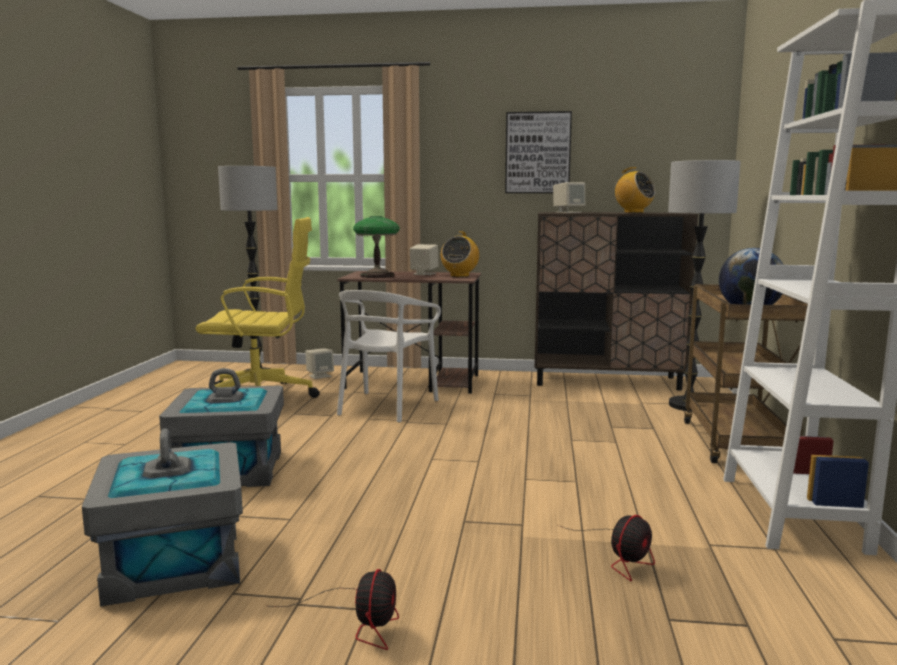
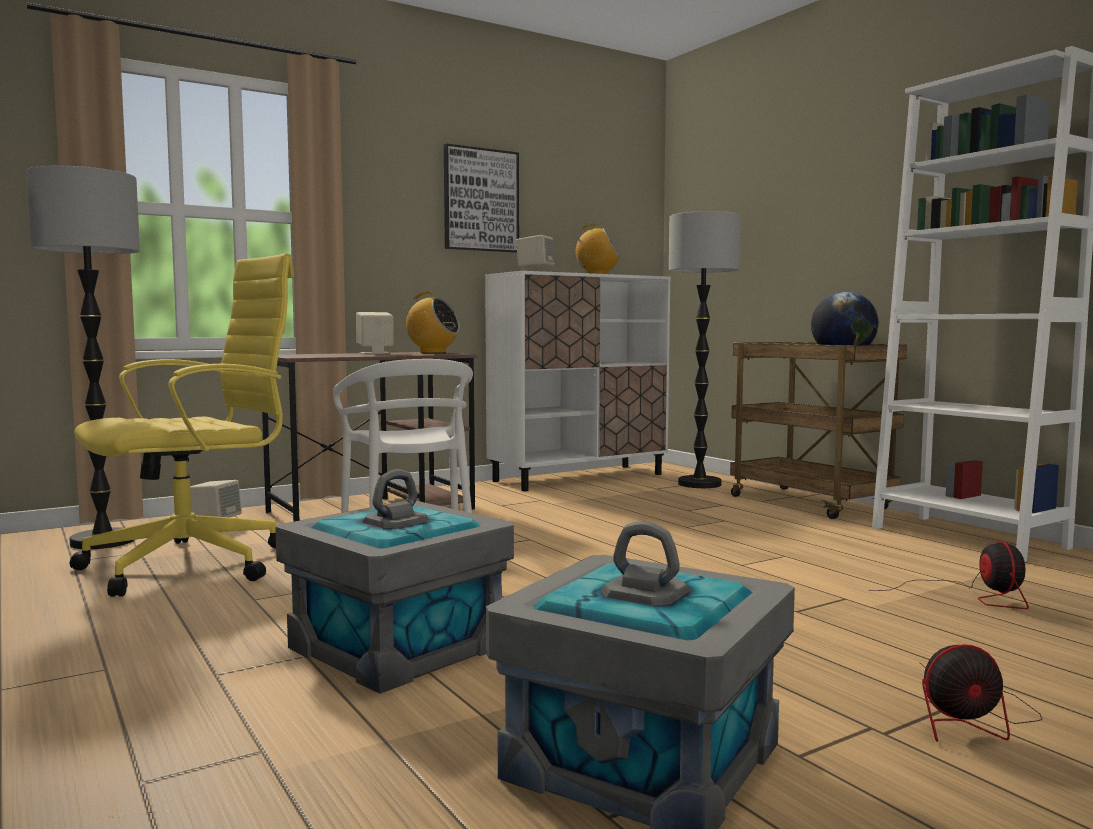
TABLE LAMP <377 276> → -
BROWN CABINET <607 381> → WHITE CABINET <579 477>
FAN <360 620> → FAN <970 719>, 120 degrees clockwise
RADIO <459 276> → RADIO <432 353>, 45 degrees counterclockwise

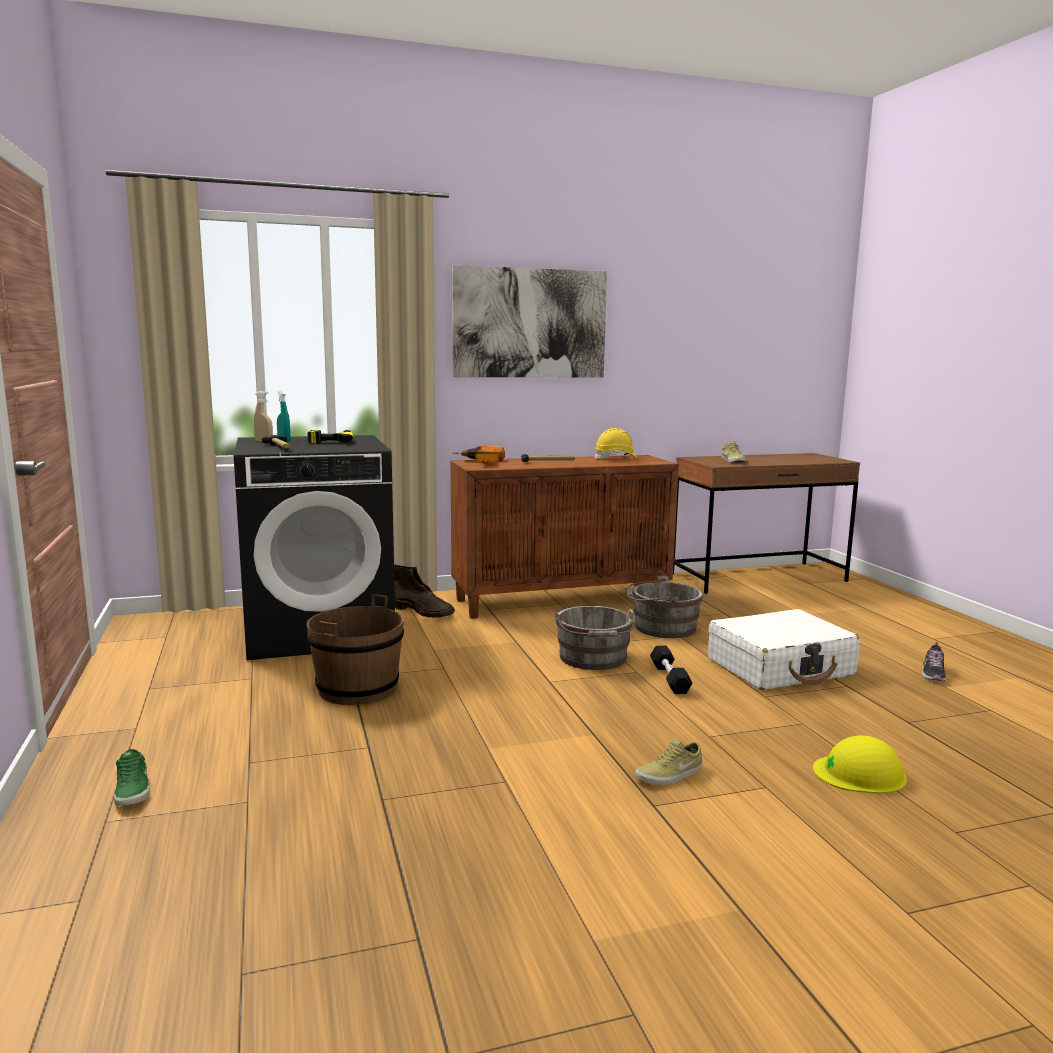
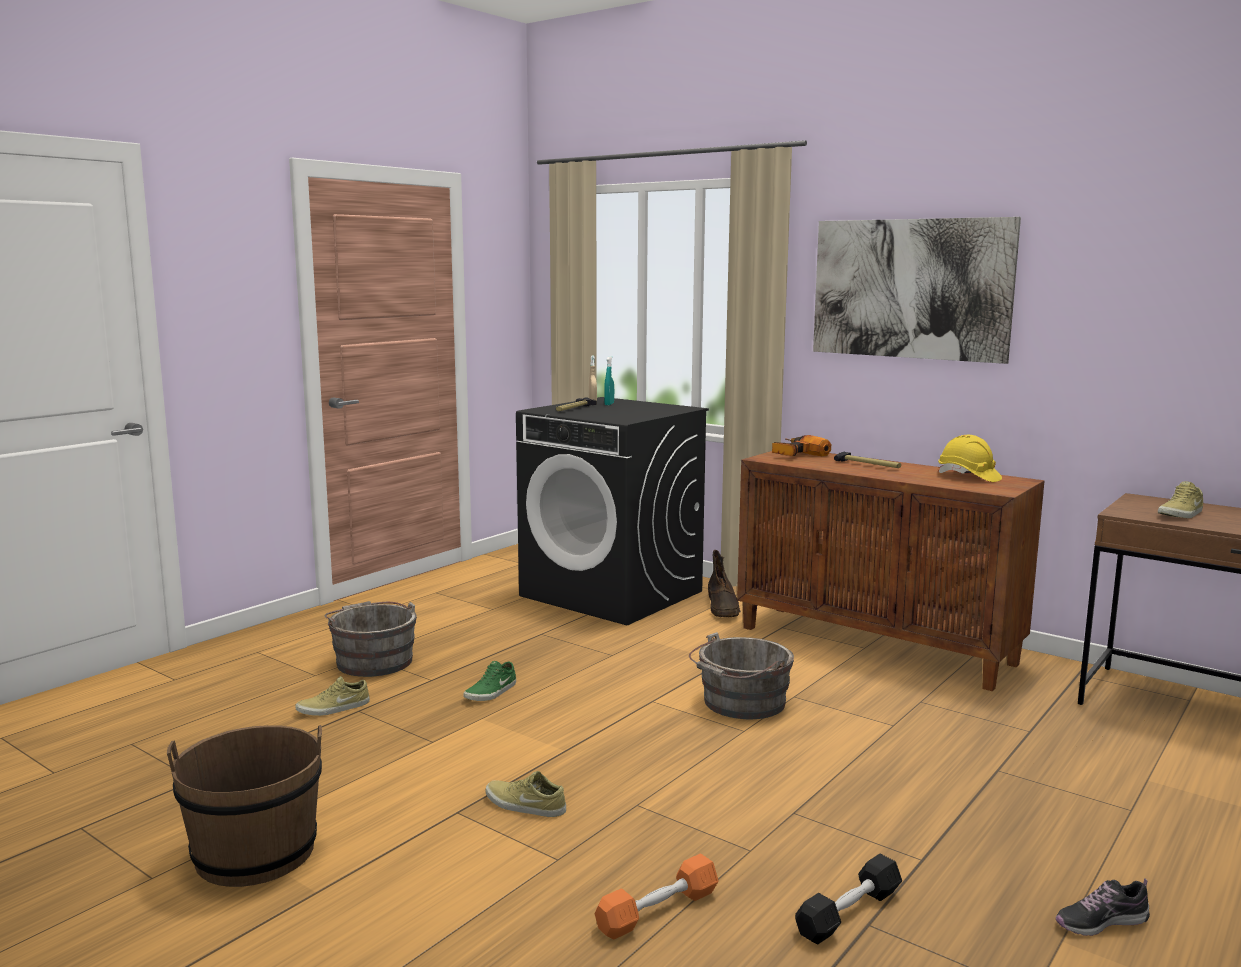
POWER DRILL <332 440> → -
WHITE SUITCASE <780 667> → -
- → BEIGE SHOE <333 708>
GREEN SHOE <133 790> → GREEN SHOE <491 692>, shifted
BROWN BUCKET <357 689> → BROWN BUCKET <255 853>, shifted
GREY BUCKET <661 628> → GREY BUCKET <373 660>, shifted
BLACK DUMBBELL <669 679> → BLACK DUMBBELL <848 913>, shifted
YELLOW HARD HAT <860 774> → ORANGE DUMBBELL <658 910>

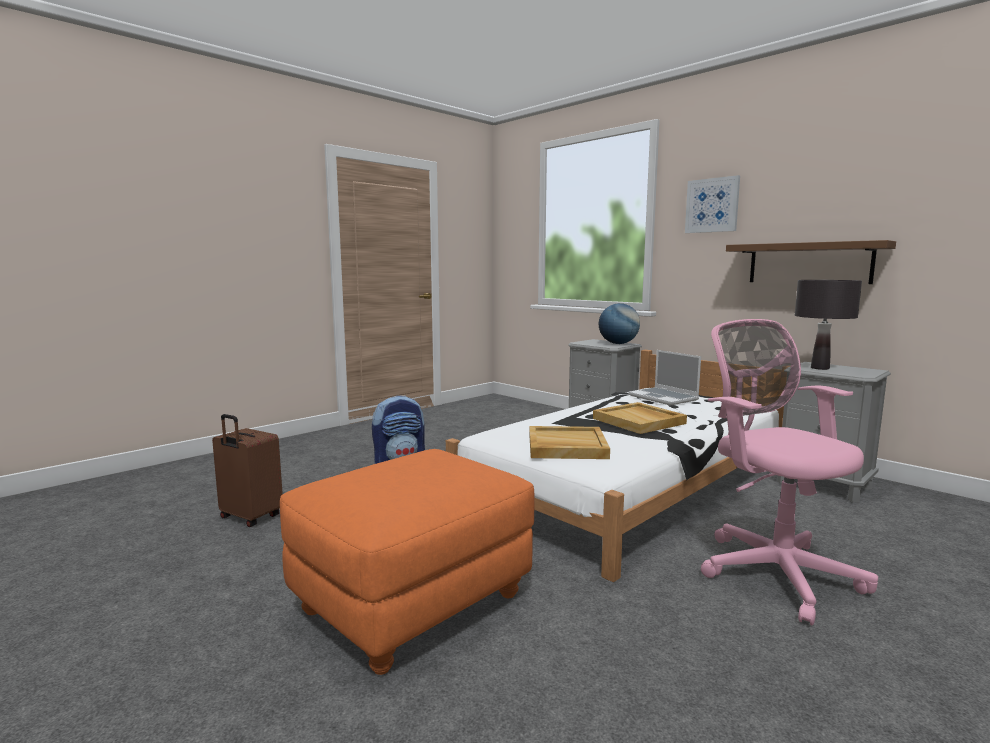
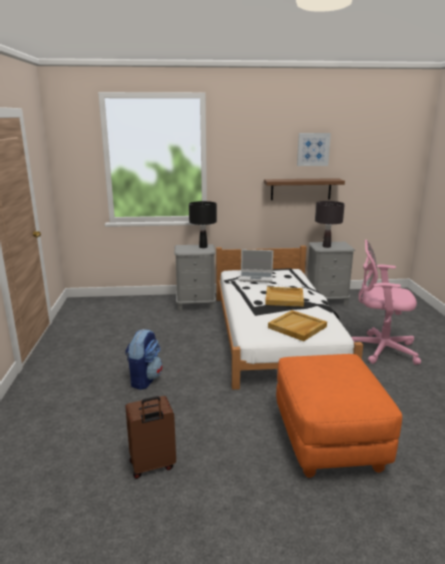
PICTURE <712 205> → PICTURE <313 149>, shifted
GLOBE <618 343> → BLACK TABLE LAMP <203 247>

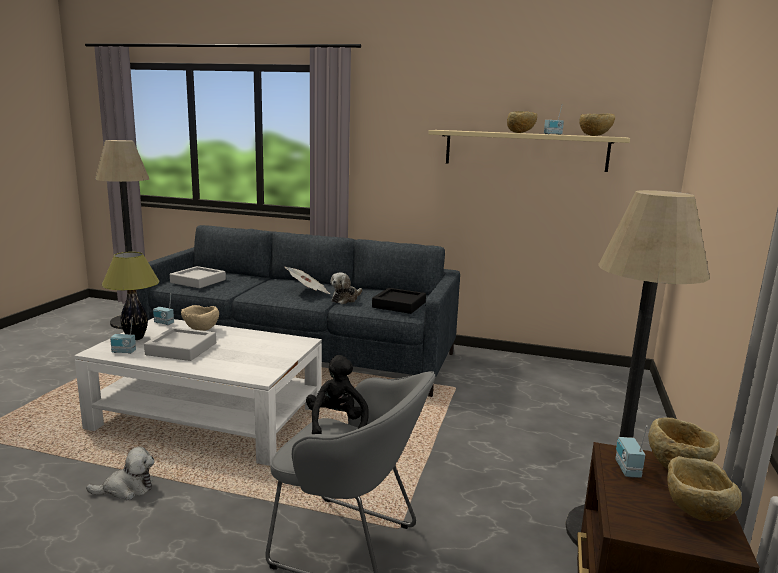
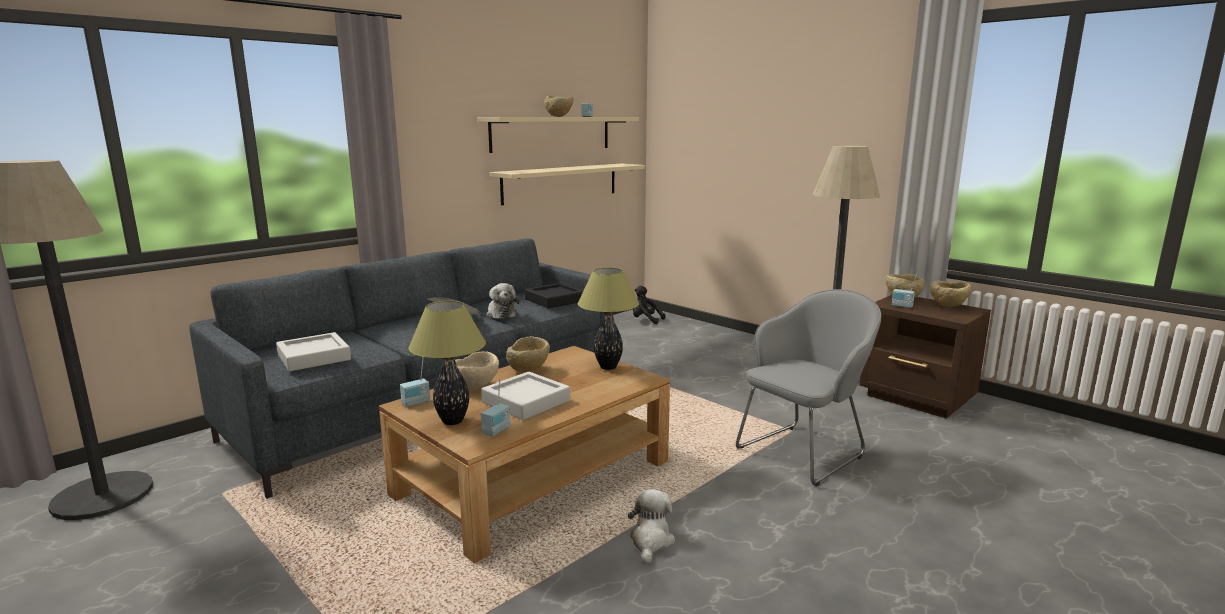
- → BEIGE SHELF <561 183>
- → TABLE LAMP <608 367>
BLACK PLUSH TOY <337 425> → BLACK PLUSH TOY <645 320>, shifted
BEIGE BOWL <595 136> → BEIGE BOWL <528 370>, shifted
WHITE COFFEE TABLE <209 418> → BROWN COFFEE TABLE <535 478>

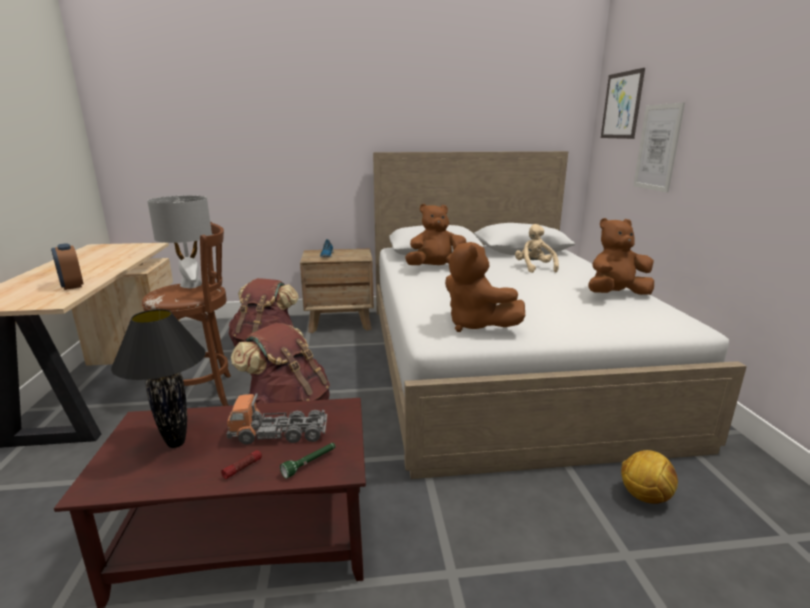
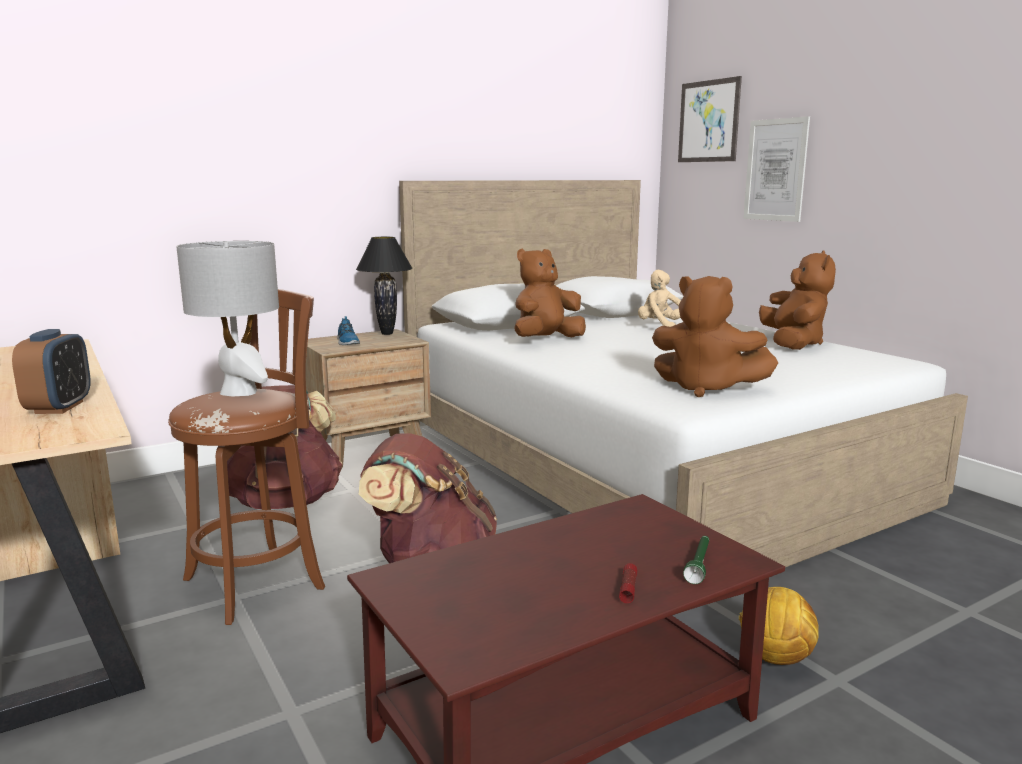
TOY TRUCK <279 433> → -
BLACK TABLE LAMP <176 443> → BLACK TABLE LAMP <386 333>, shifted
FOOTBALL <644 496> → FOOTBALL <775 658>, shifted
ALARM CLOCK <72 285> → ALARM CLOCK <59 407>, 120 degrees counterclockwise
BROWN PLUSH TOY <615 295> → BROWN PLUSH TOY <793 344>, 135 degrees clockwise

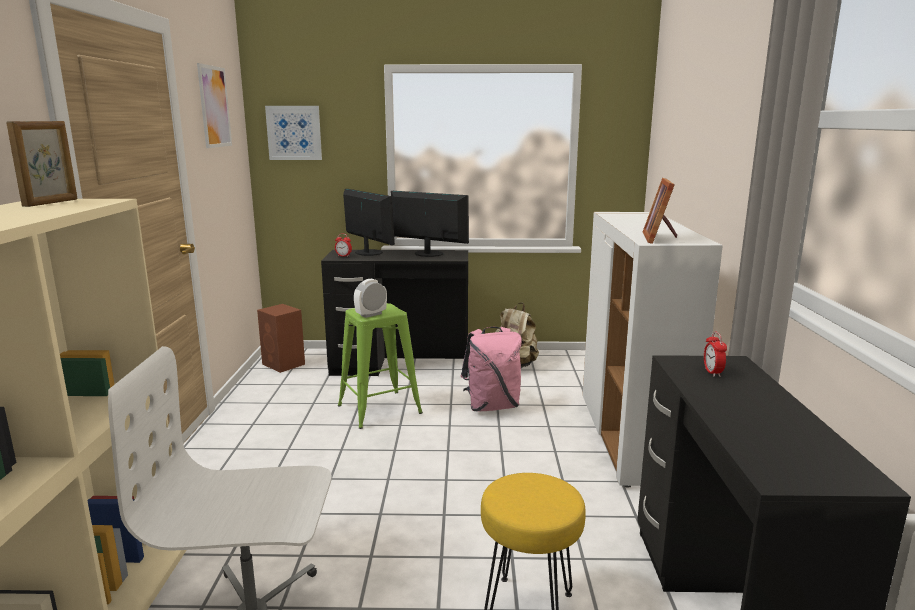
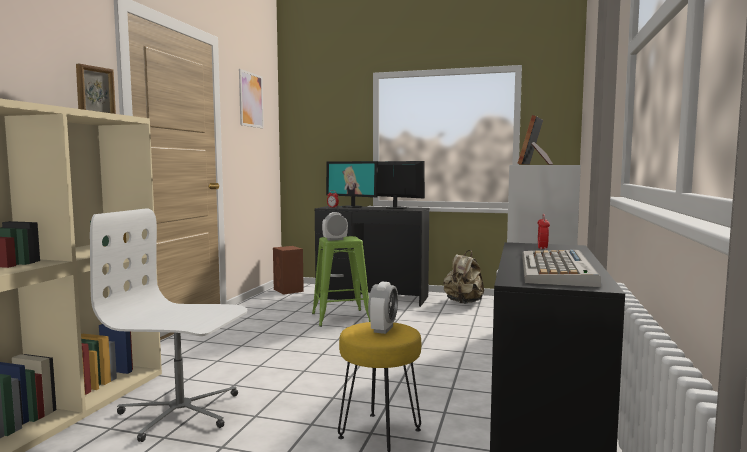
PICTURE <294 133> → -
PINK BACKPACK <492 406> → -
- → ALARM CLOCK <383 329>
- → KEYBOARD <557 270>
MONITOR <368 252> → MONITOR <352 206>, 150 degrees clockwise

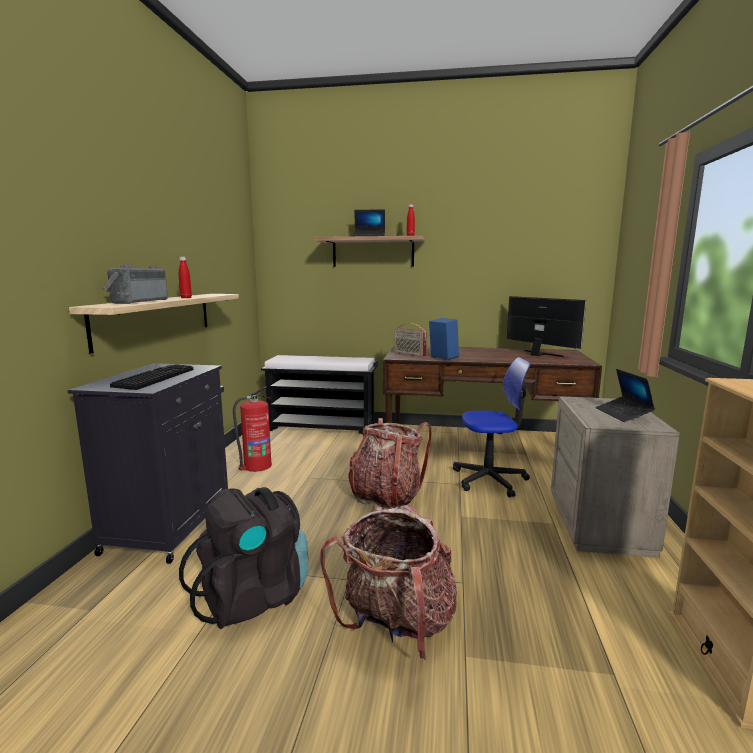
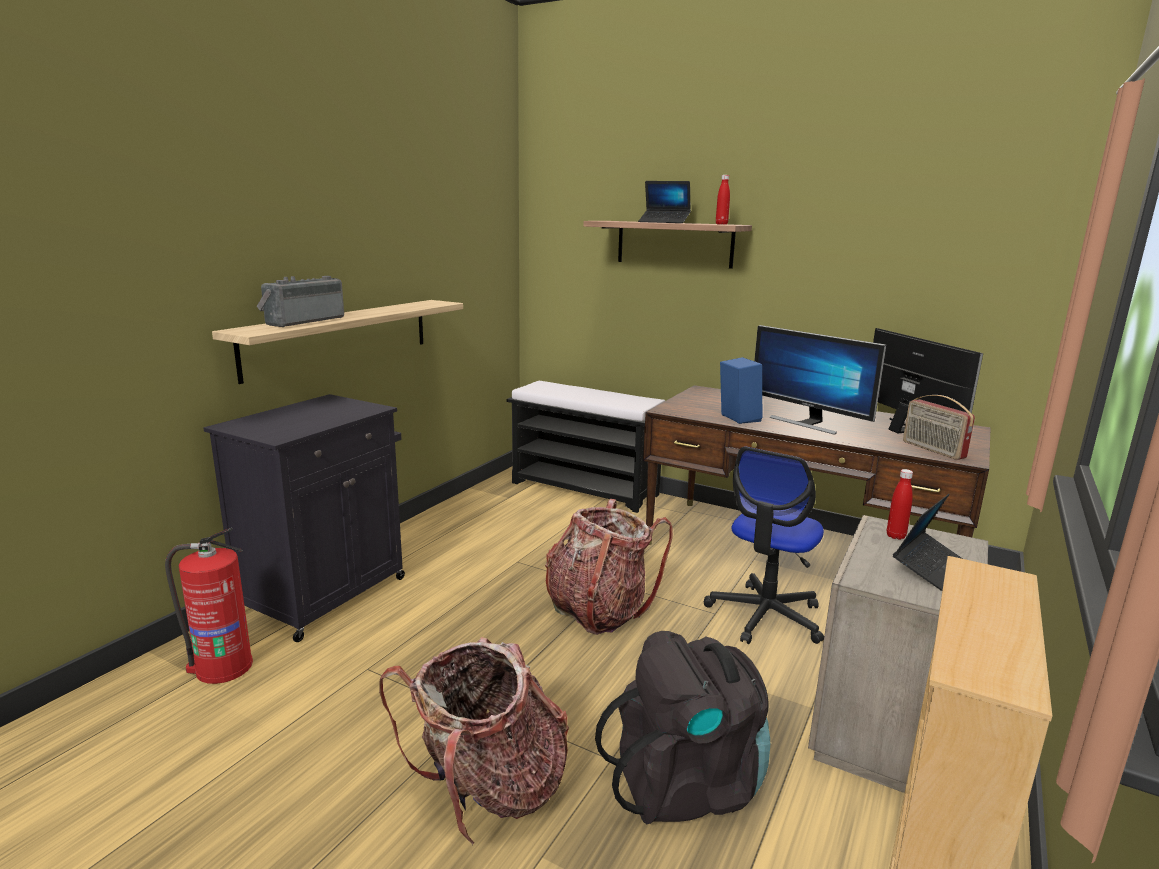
KEYBOARD <154 378> → -
- → MONITOR <808 423>
RED BOTTLE <186 298> → RED BOTTLE <895 536>, shifted
BLACK BACKPACK <254 596> → BLACK BACKPACK <686 784>, shifted
FIRE EXTINGUISHER <256 466> → FIRE EXTINGUISHER <222 667>, shifted
RADIO <409 354> → RADIO <932 450>, shifted
OFFICE CHAIR <489 479> → OFFICE CHAIR <765 616>, 105 degrees clockwise
LAPTOP <623 414> → LAPTOP <929 568>, 150 degrees counterclockwise

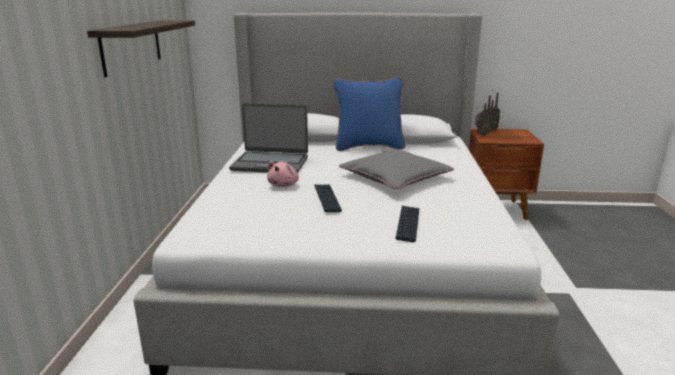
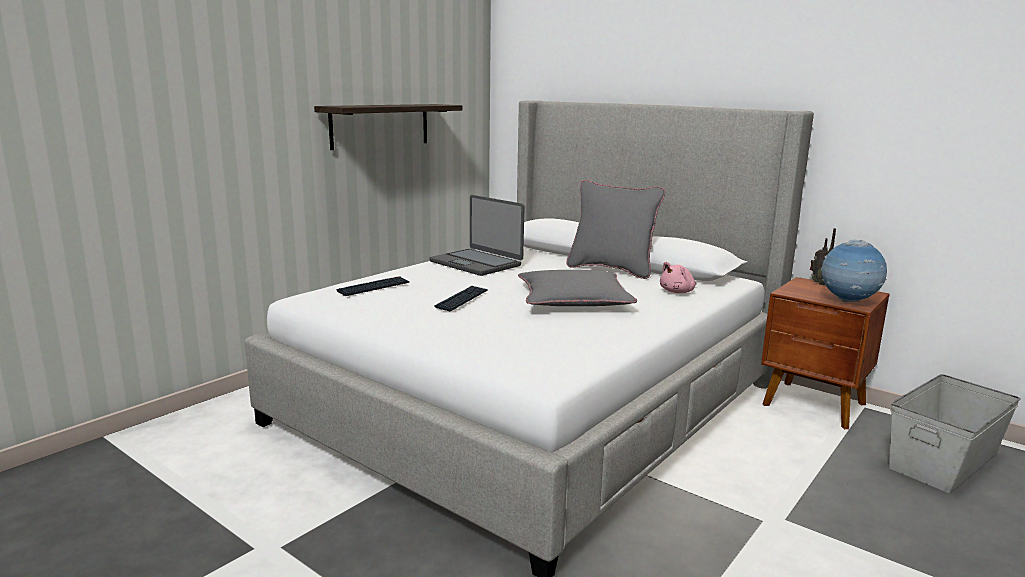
RADIO <481 134> → -
- → GLOBE <848 302>
- → GREY STORAGE BOX <944 461>
PINK PLUSH TOY <284 185> → PINK PLUSH TOY <678 292>, shifted
KEYBOARD <408 224> → KEYBOARD <374 287>, shifted
BLUE PILLOW <368 147> → GREY PILLOW <611 269>

